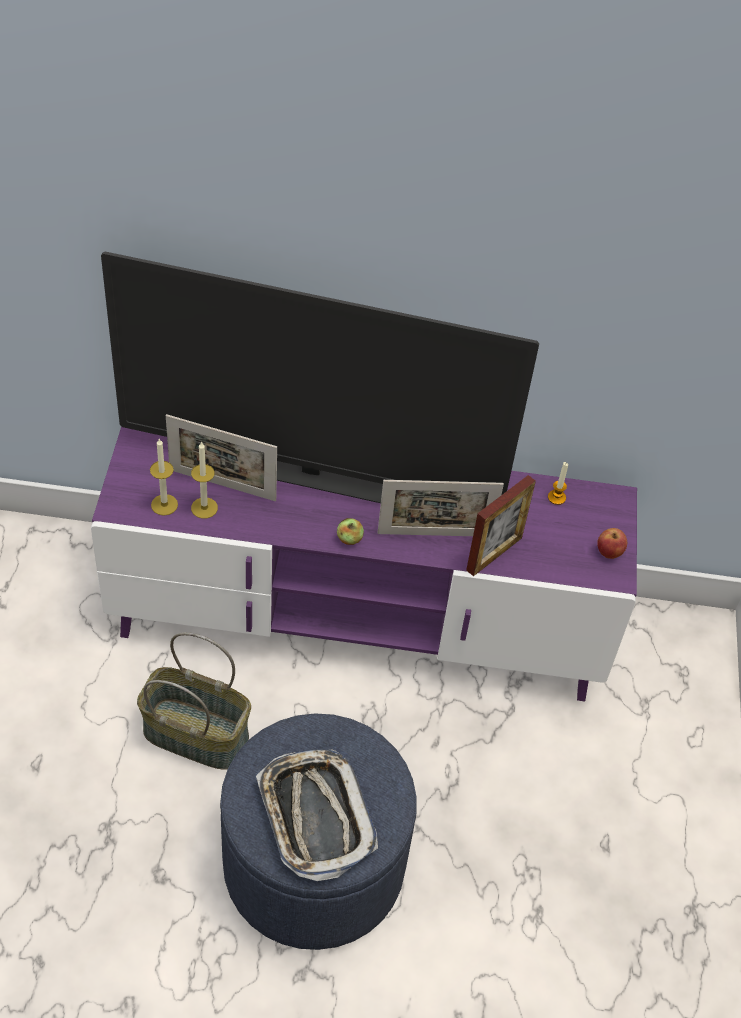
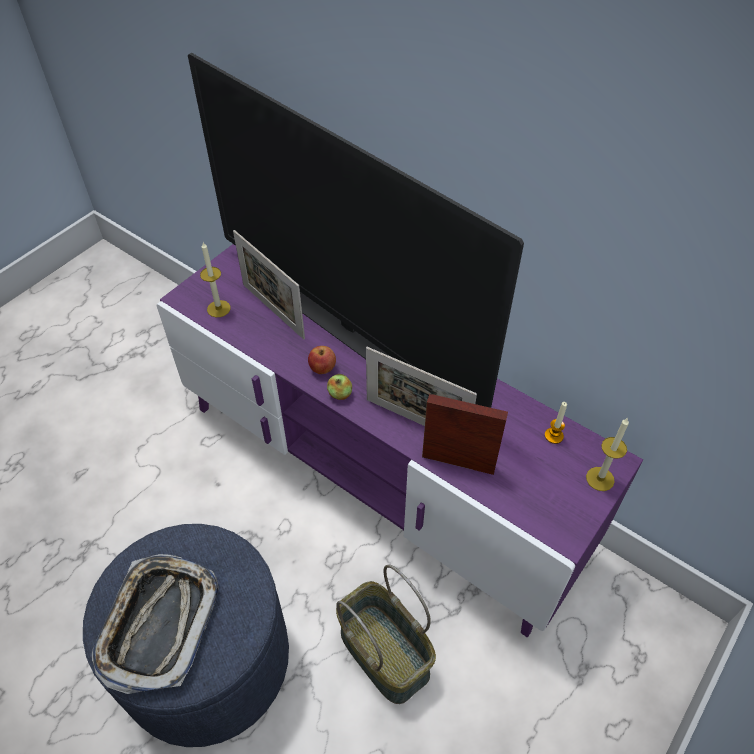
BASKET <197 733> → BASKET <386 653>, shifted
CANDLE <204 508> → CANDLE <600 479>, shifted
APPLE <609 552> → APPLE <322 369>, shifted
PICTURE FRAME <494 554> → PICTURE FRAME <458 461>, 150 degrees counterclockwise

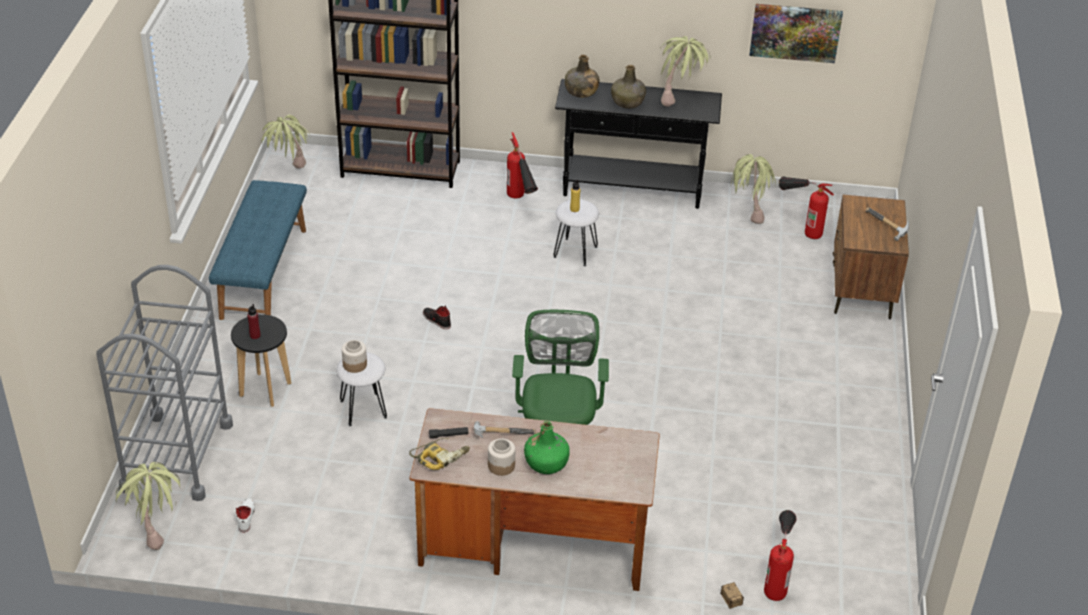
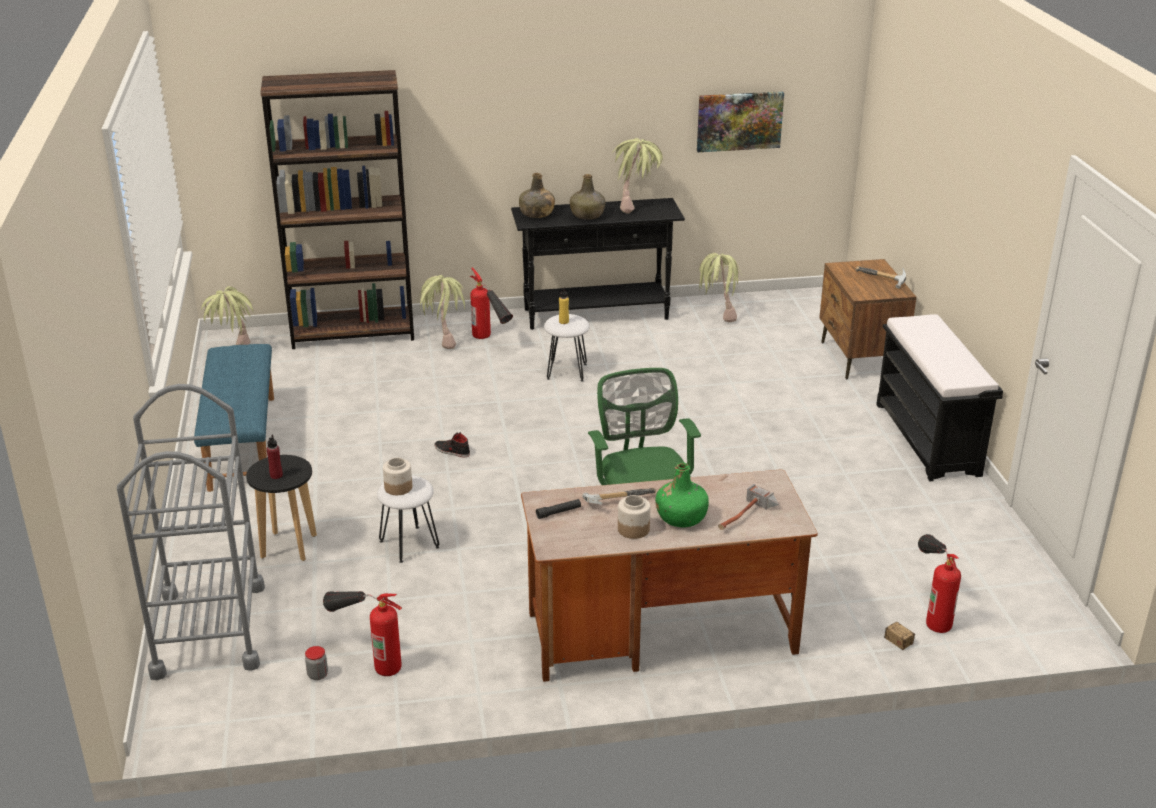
POWER DRILL <440 456> → -
- → HAMMER <745 518>
- → BLACK BENCH <928 439>
POTTED PLANT <157 530> → POTTED PLANT <444 340>, shifted
FIRE EXTINGUISHER <800 226> → FIRE EXTINGUISHER <368 658>, shifted
WHITE SHOE <246 517> → JAR <317 675>

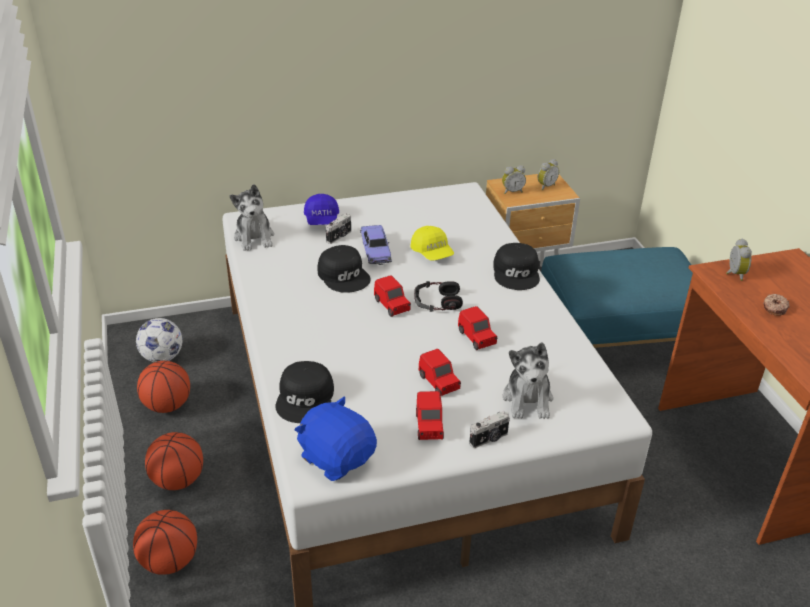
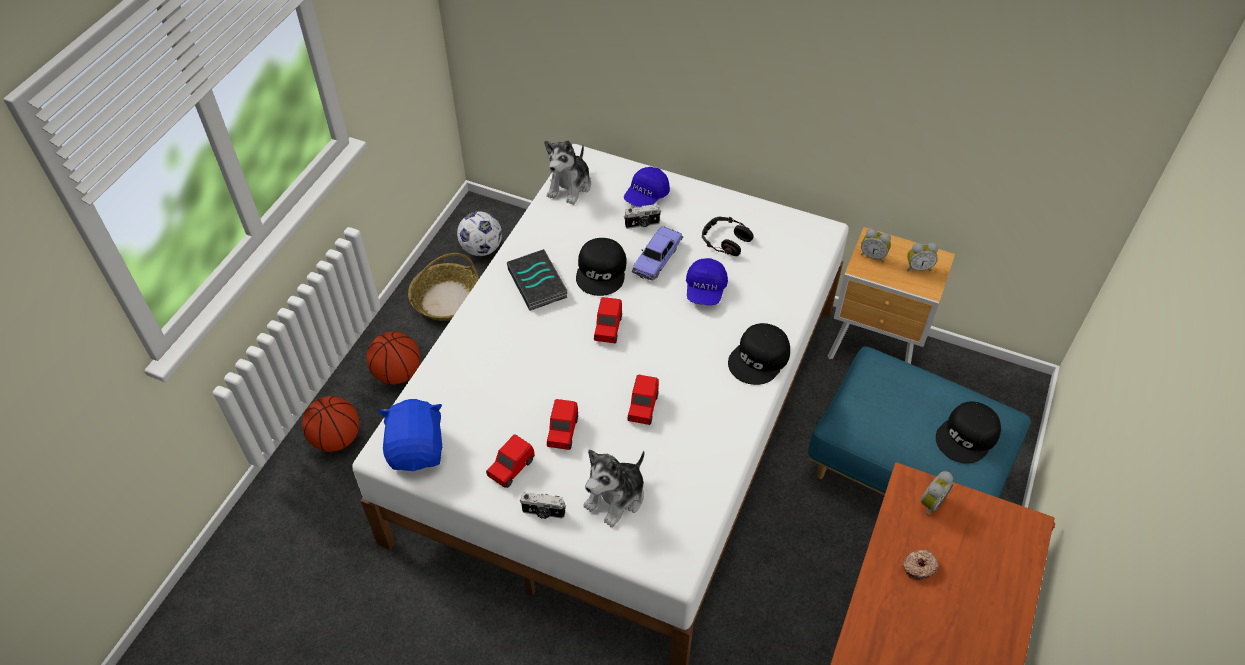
- → BOOK <538 283>
BLACK CAP <306 398> → BLACK CAP <968 437>, shifted
HEADPHONES <437 302> → HEADPHONES <725 241>, shifted
BASKETBALL <167 406> → BASKET <446 299>
YELLOW CAP <432 253> → BLUE CAP <705 290>

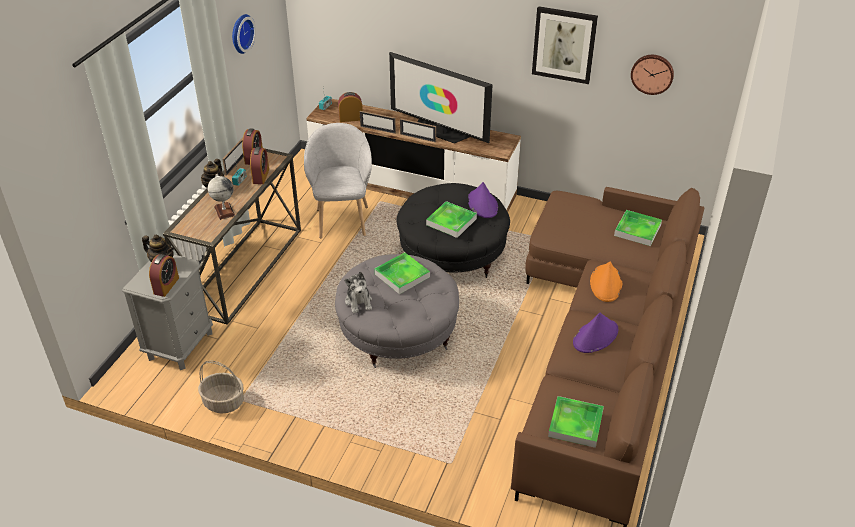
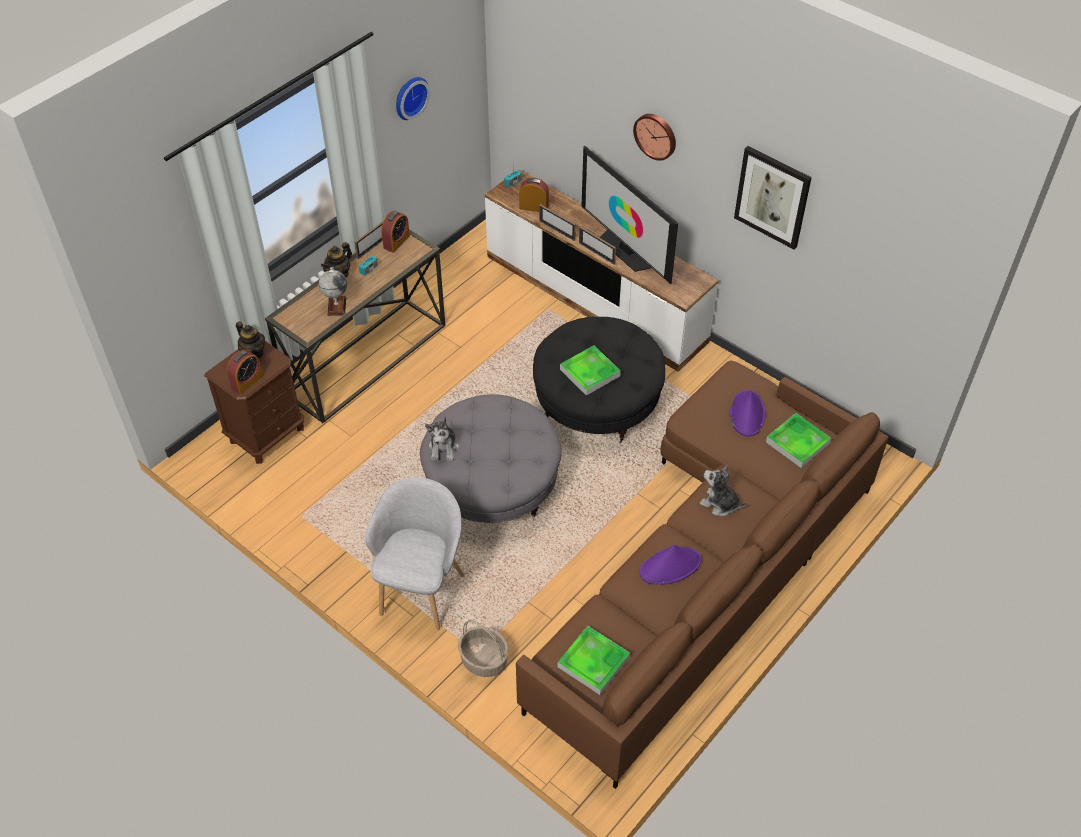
ALARM CLOCK <261 176> → -
TRAY <402 275> → -
BASKET <224 402> → BASKET <484 660>, shifted
GREY ARMCHAIR <342 220> → GREY ARMCHAIR <422 590>, shifted
PURPLE HAT <482 204> → PURPLE HAT <747 414>, shifted
WALL CLOCK <652 73> → WALL CLOCK <656 135>, shifted
ORANGE HAT <606 284> → PLUSH TOY <719 503>
GREY NIGHTSTAND <180 345> → BROWN NIGHTSTAND <267 434>

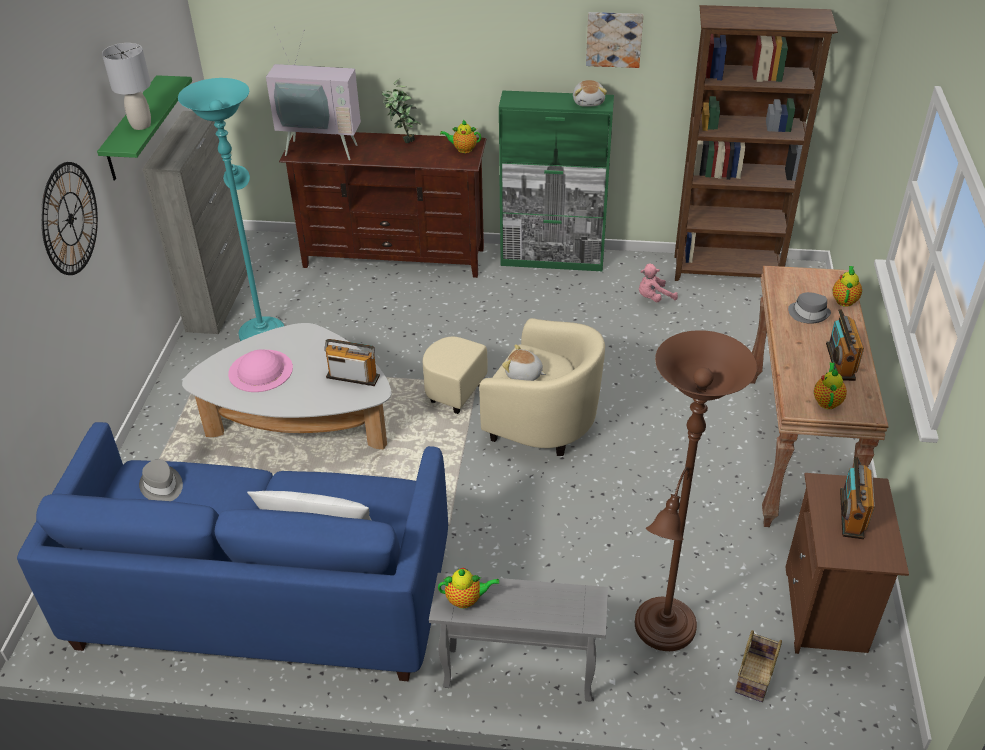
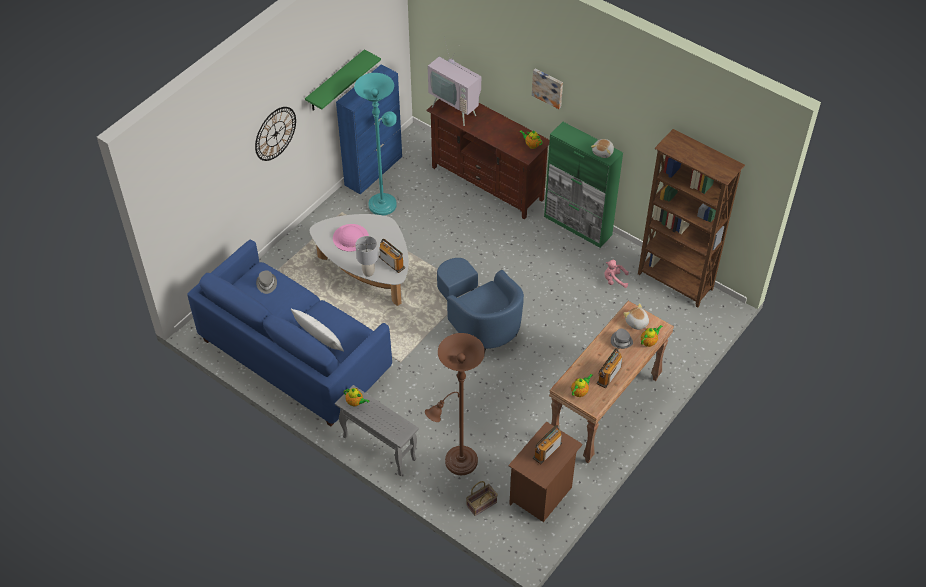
POTTED PLANT <402 140> → -
GREY TABLE LAMP <140 125> → GREY TABLE LAMP <368 272>, shifted
PLUSH TOY <524 374> → PLUSH TOY <636 323>, shifted
PICTURE <614 38> → PICTURE <548 87>, shifted
GREY CABINET <219 299> → BLUE CABINET <374 170>
BEIGE ARMCHAIR <521 416> → BLUE ARMCHAIR <480 320>

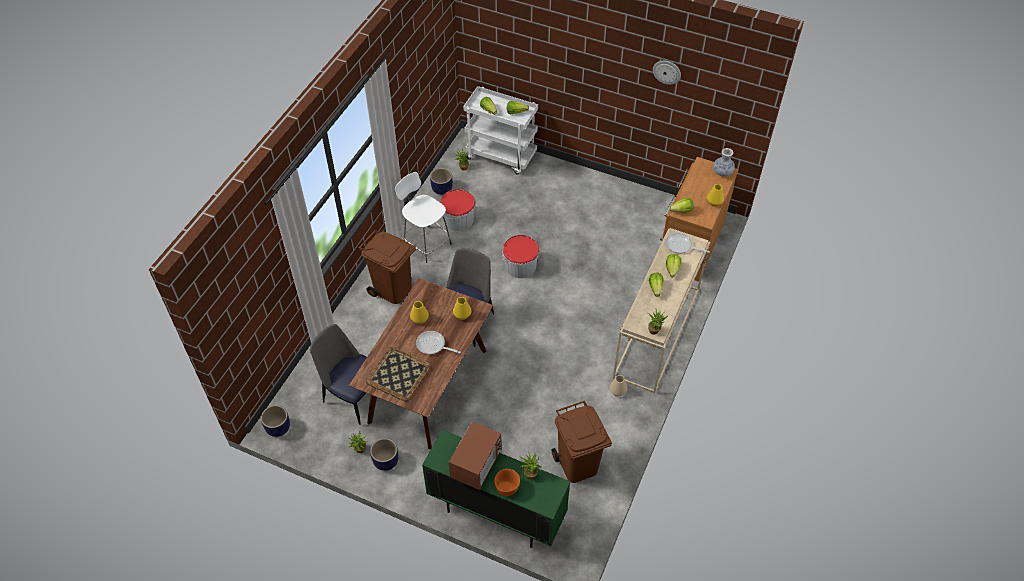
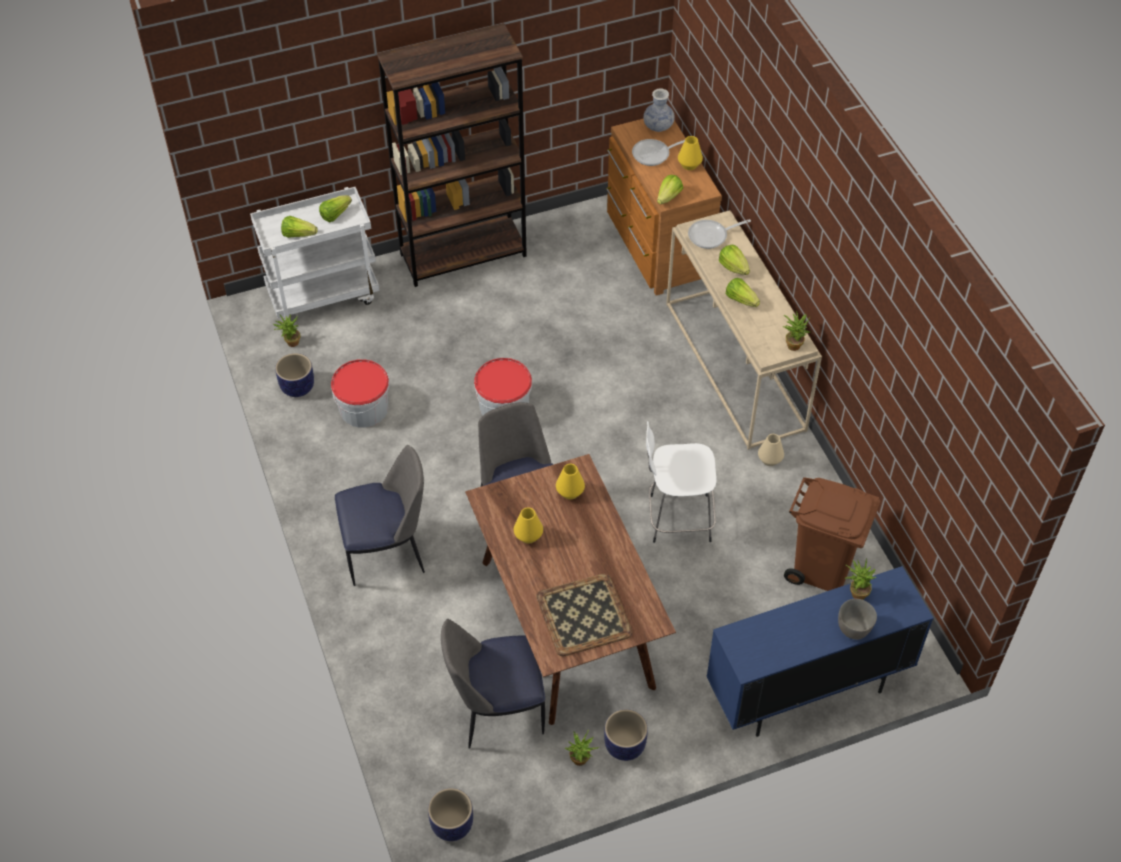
MICROWAVE <476 464> → -
WALL CLOCK <667 72> → -
- → BROWN BOOKCASE <463 255>
WHITE STOOL <426 243> → WHITE STOOL <677 518>, shifted
FRYING PAN <433 345> → FRYING PAN <654 154>, shifted
BROWN TRASH CAN <392 290> → CHAIR <387 551>
GREEN CABINET <496 514> → BLUE CABINET <806 691>
ORANGE BOWL <507 488> → GREY BOWL <854 628>

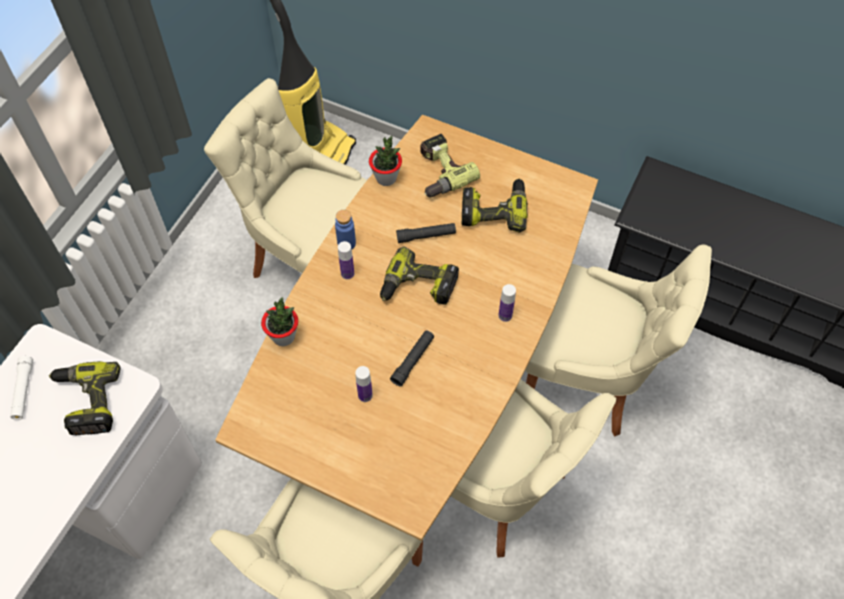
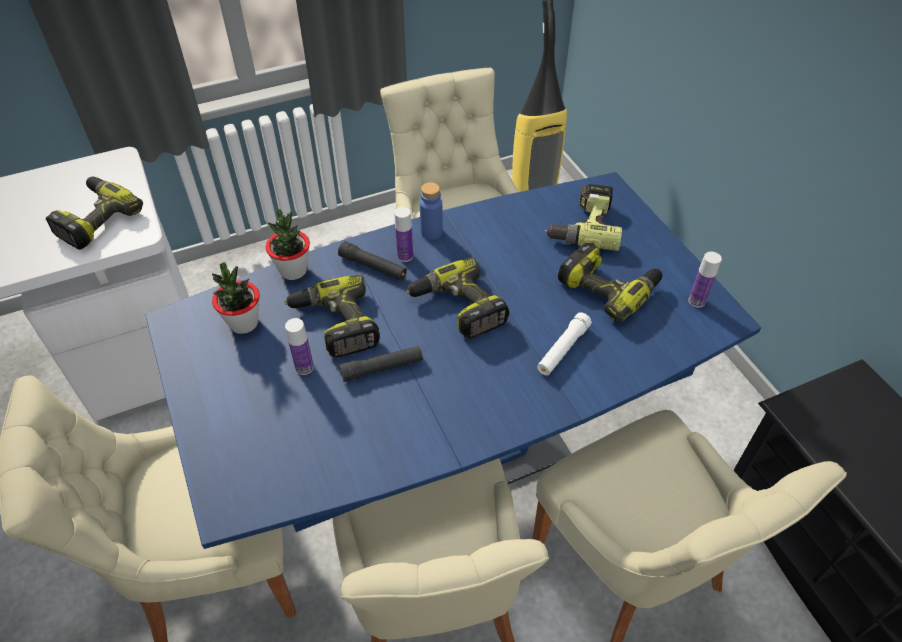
- → POWER DRILL <335 324>
WHITE FLASHLIGHT <23 391> → WHITE FLASHLIGHT <563 349>, shifted
POTTED PLANT <386 178> → POTTED PLANT <244 323>, shifted
BLACK FLASHLIGHT <426 236> → BLACK FLASHLIGHT <373 267>, shifted
BOTTLE <505 315> → BOTTLE <696 301>, shifted
BROWN DINING TABLE <421 387> → BLUE DINING TABLE <450 455>

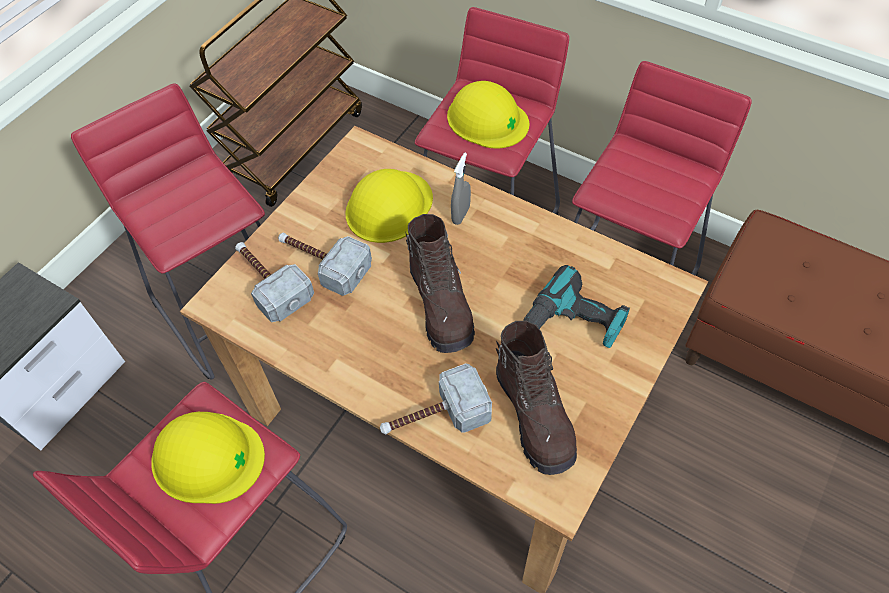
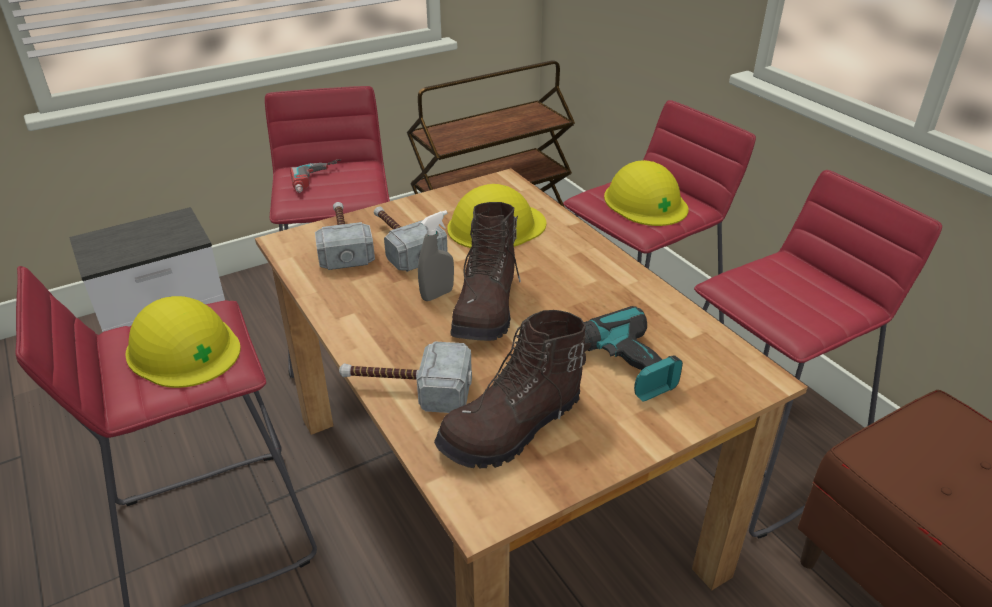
- → POWER DRILL <319 180>
GREY SPRAY BOTTLE <461 215> → GREY SPRAY BOTTLE <437 294>, shifted
BROWN BOOT <535 416> → BROWN BOOT <513 428>, 45 degrees clockwise

